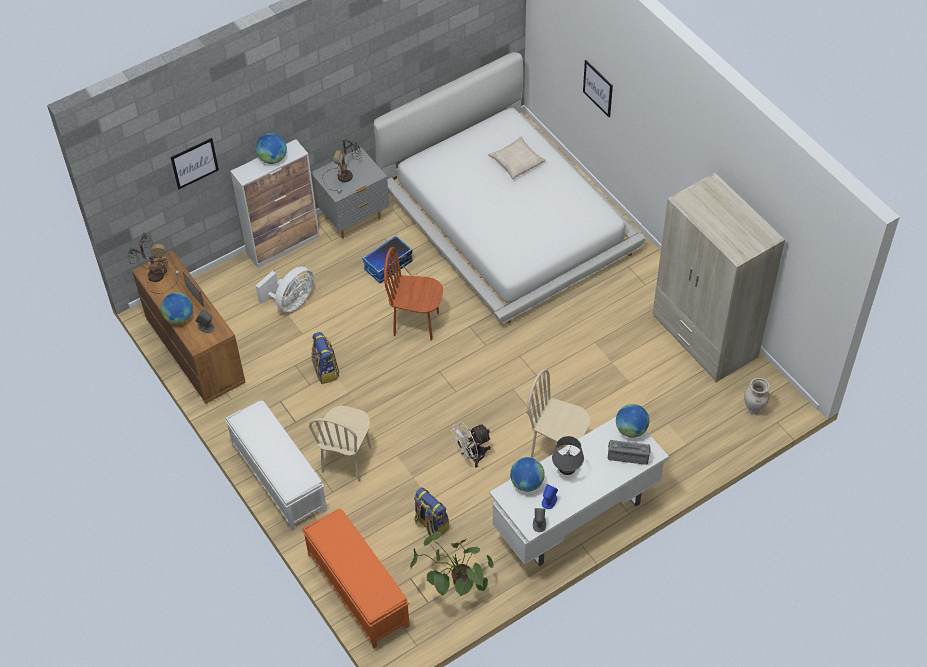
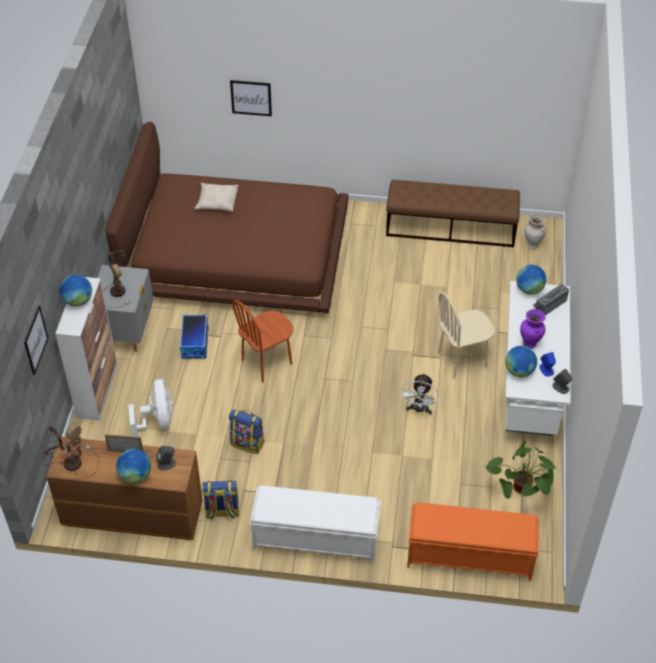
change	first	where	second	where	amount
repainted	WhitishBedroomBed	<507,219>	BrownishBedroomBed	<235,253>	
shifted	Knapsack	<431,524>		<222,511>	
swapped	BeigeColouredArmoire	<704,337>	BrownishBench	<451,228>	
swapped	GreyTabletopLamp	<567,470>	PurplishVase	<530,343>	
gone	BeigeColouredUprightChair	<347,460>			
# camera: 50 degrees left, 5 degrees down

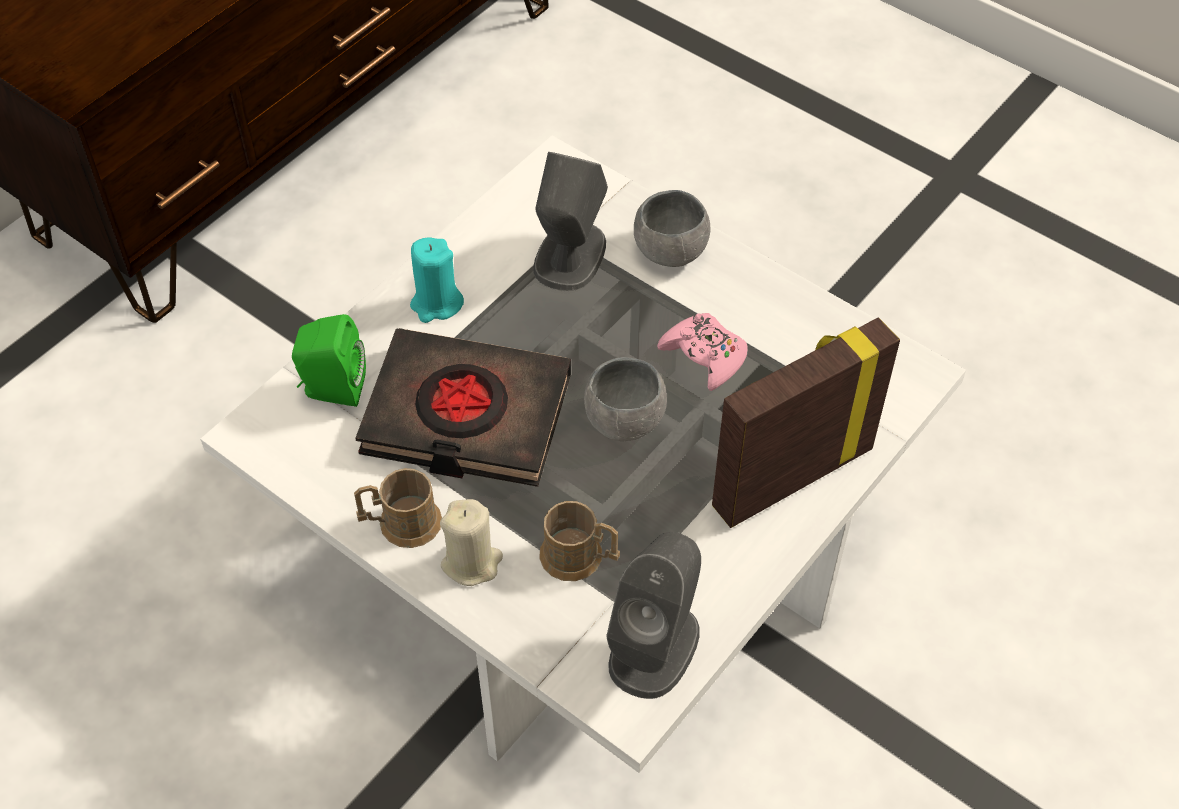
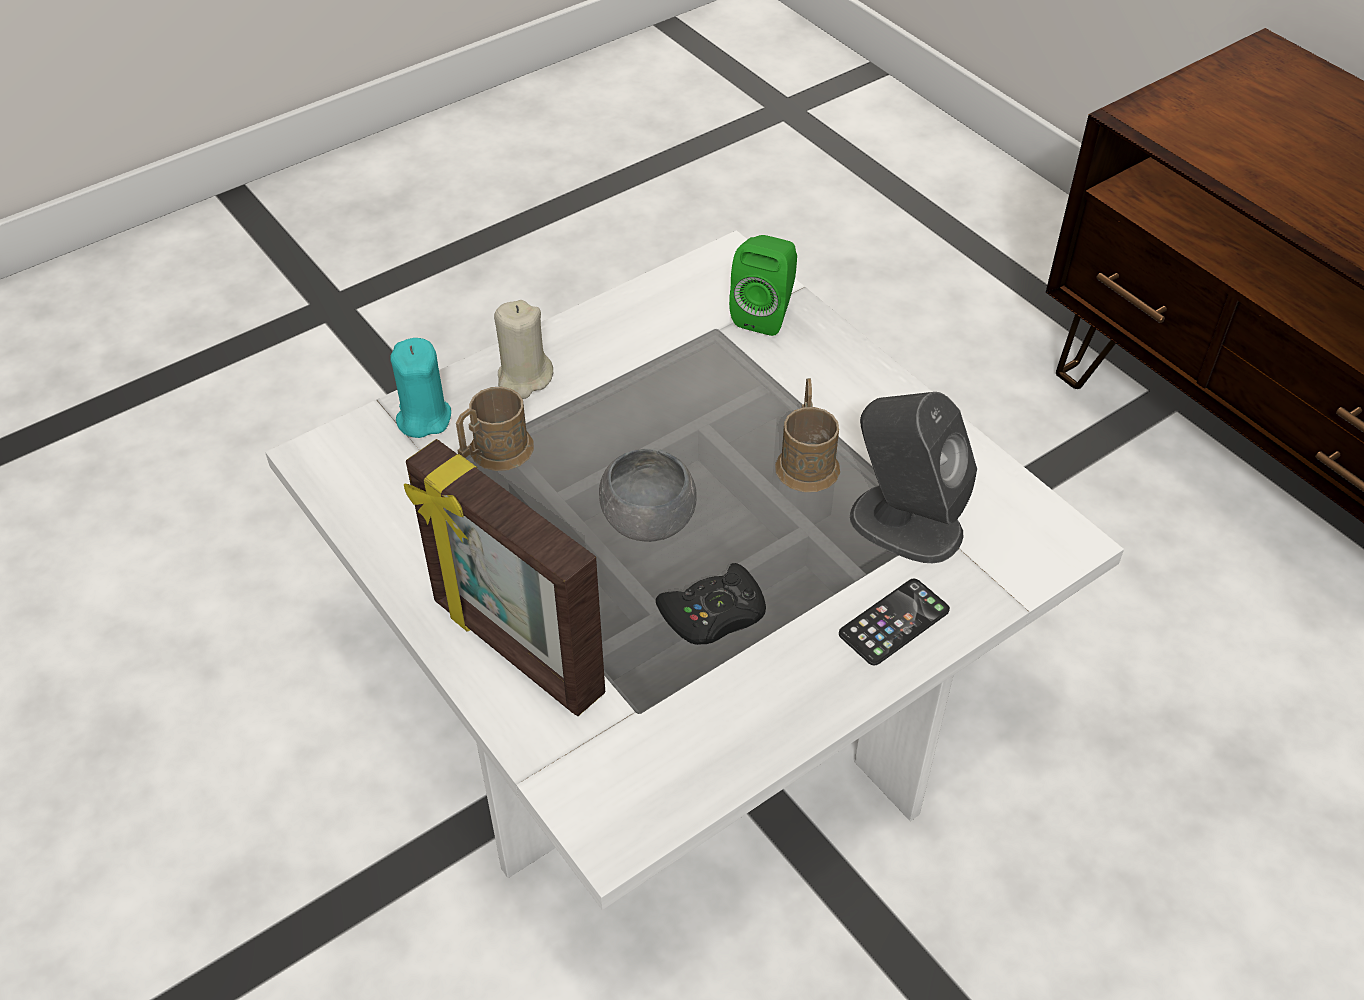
change	first	where	second	where	amount
shifted	BlueGreenCandle	<436,303>		<423,418>	
rotated	PictureFrame	<790,476>		<515,649>	150 degrees clockwise
repainted	PinkGamepad	<704,356>	BlackishGamepad	<714,614>	
shifted	BrownishCoffeeMug	<401,523>		<806,460>	
swapped	GreyDeepDish	<670,250>	Telephone	<894,622>	
gone	BlackishVolume	<466,416>			
gone	GreyAudioSpeaker	<654,646>			
# camera: 105 degrees right, 5 degrees down

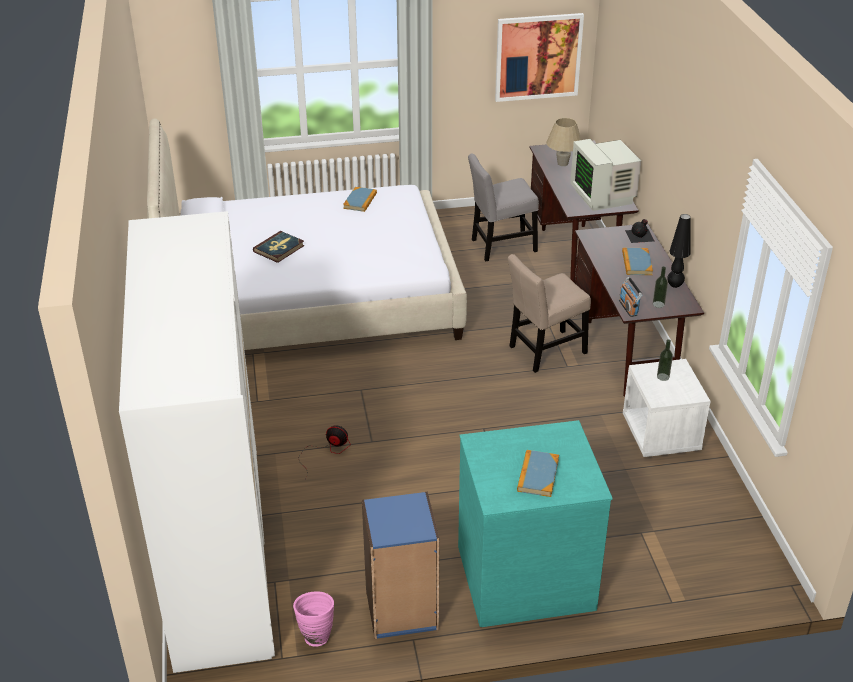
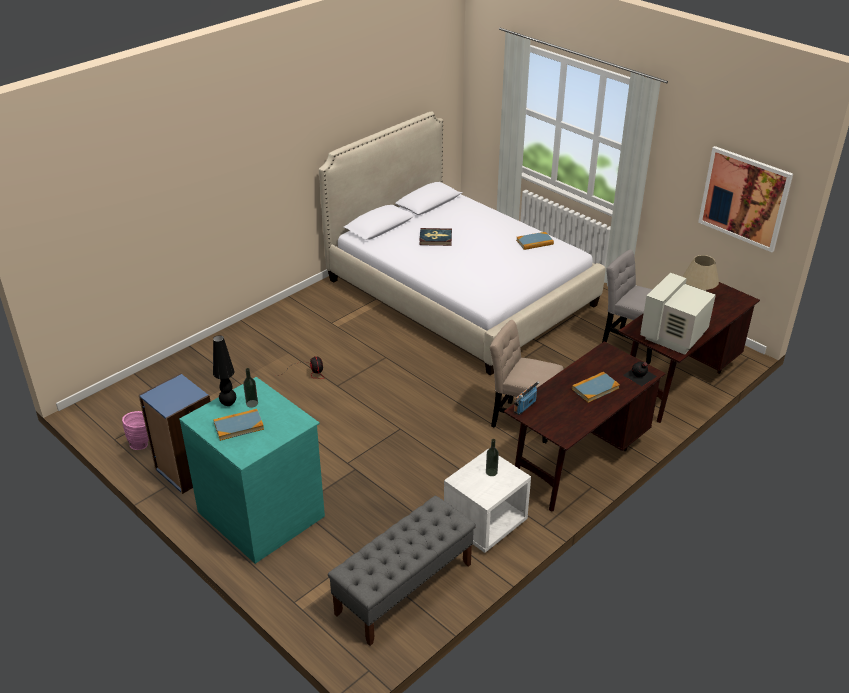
change	first	where	second	where	amount
shifted	BlackishTabletopLamp	<675,285>		<228,403>	
shifted	DrinkBottle	<658,304>		<252,403>	
new			GreyBench	<404,589>	
gone	WhitishArmoire	<219,552>			
# camera: 55 degrees right, 0 degrees up

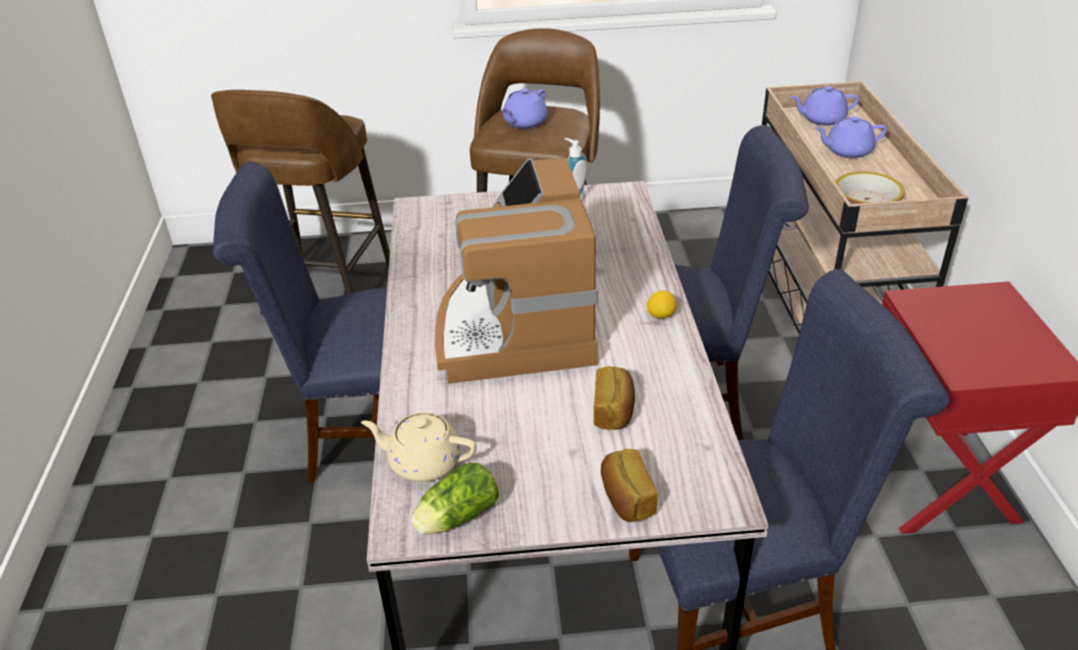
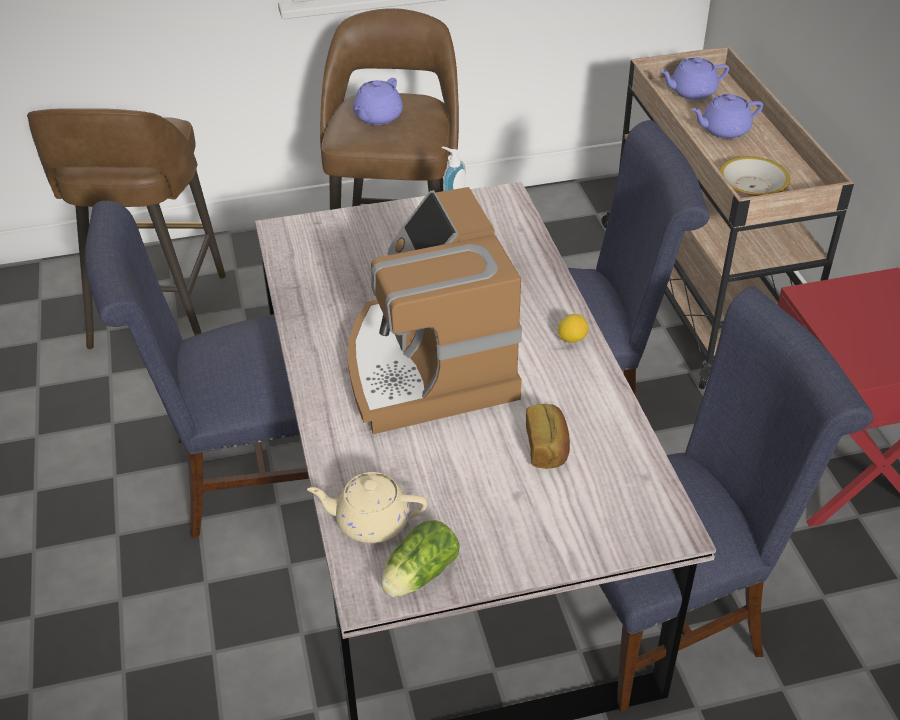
change	first	where	second	where	amount
gone	BakedBread	<626,498>			
# camera: 10 degrees left, 5 degrees up

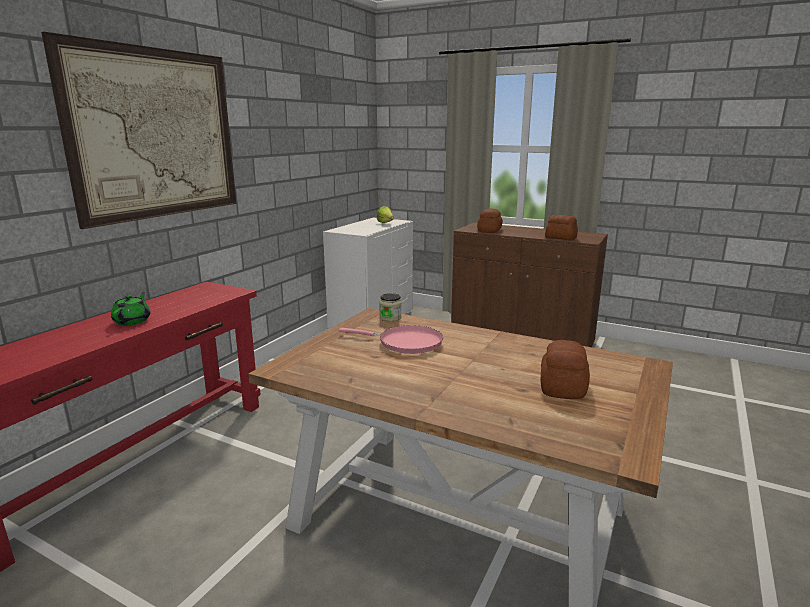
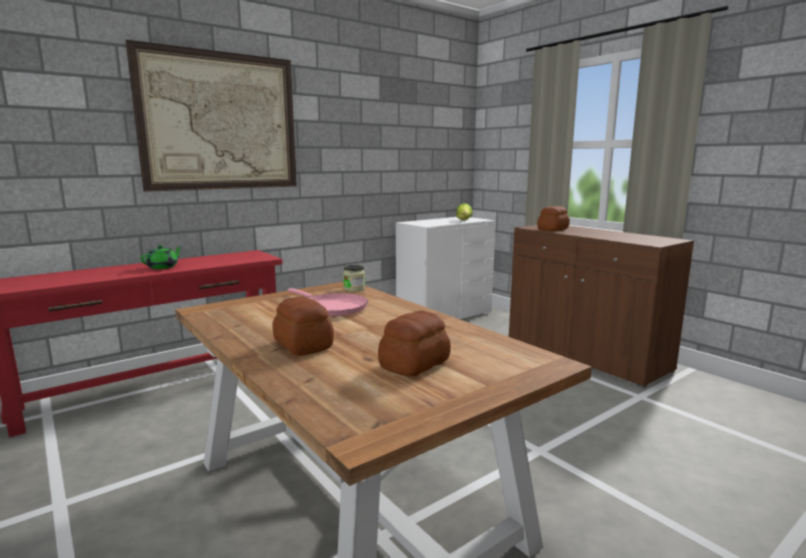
change	first	where	second	where	amount
shifted	BakedBread	<560,238>		<303,345>	
# camera: 25 degrees right, 5 degrees down

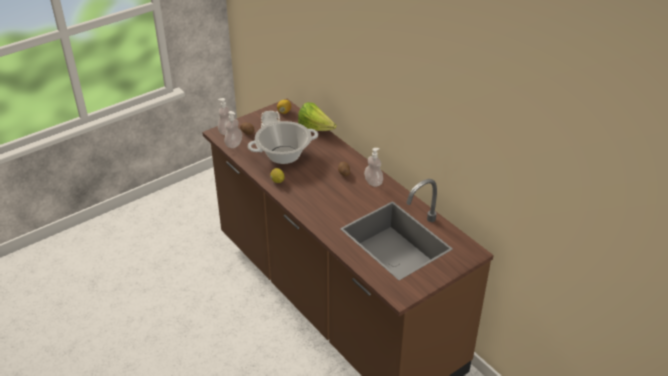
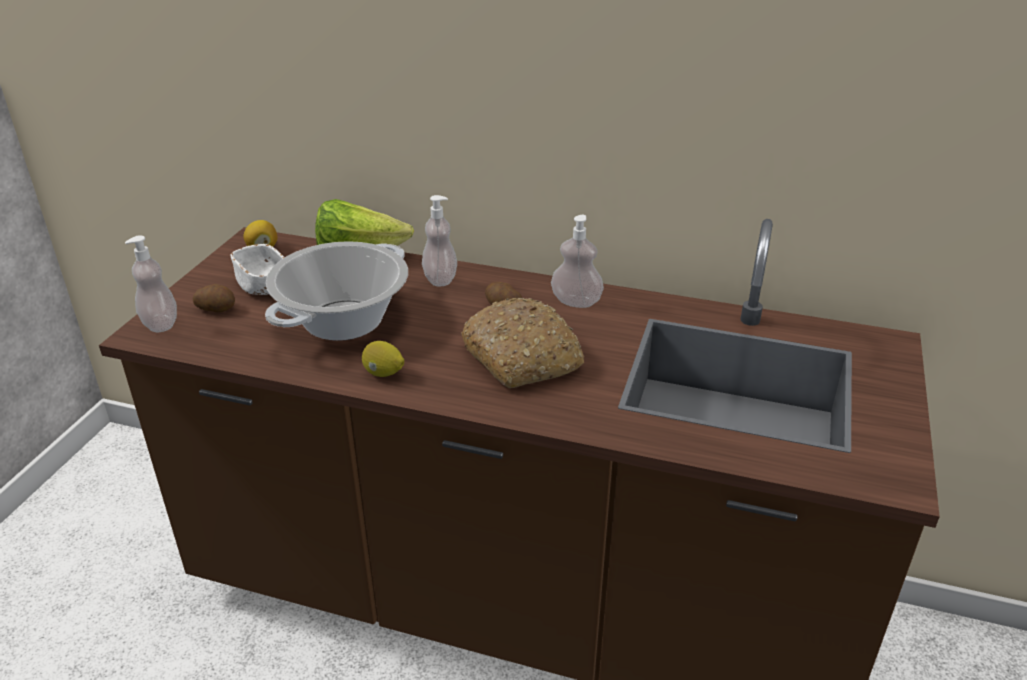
change	first	where	second	where	amount
shifted	SoapBottle	<234,144>		<440,279>	
new			BakedBread	<523,357>	
# camera: 35 degrees left, 5 degrees down

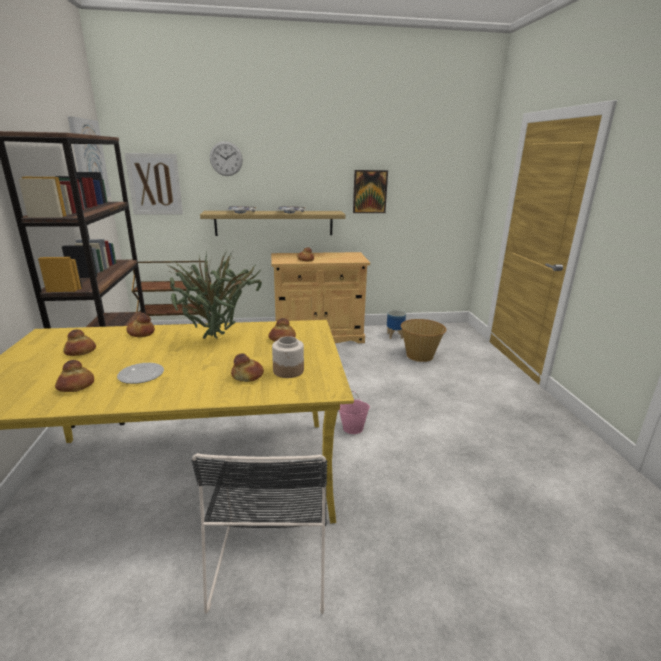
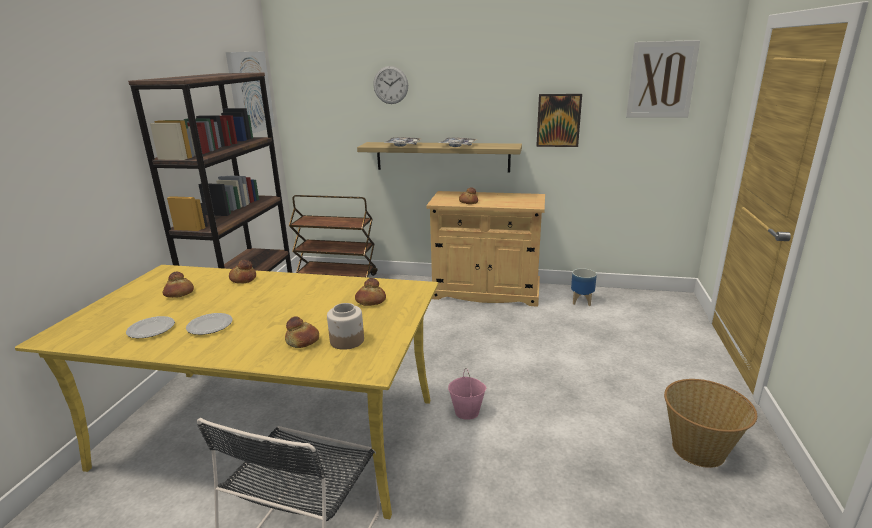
change	first	where	second	where	amount
swapped	BakedBread	<76,386>	Plate	<151,329>	
shifted	WallArt	<155,184>		<661,80>	
shifted	StorageBasket	<420,355>		<699,449>	
gone	PottedPlant	<217,340>			
# camera: 20 degrees right, 0 degrees up

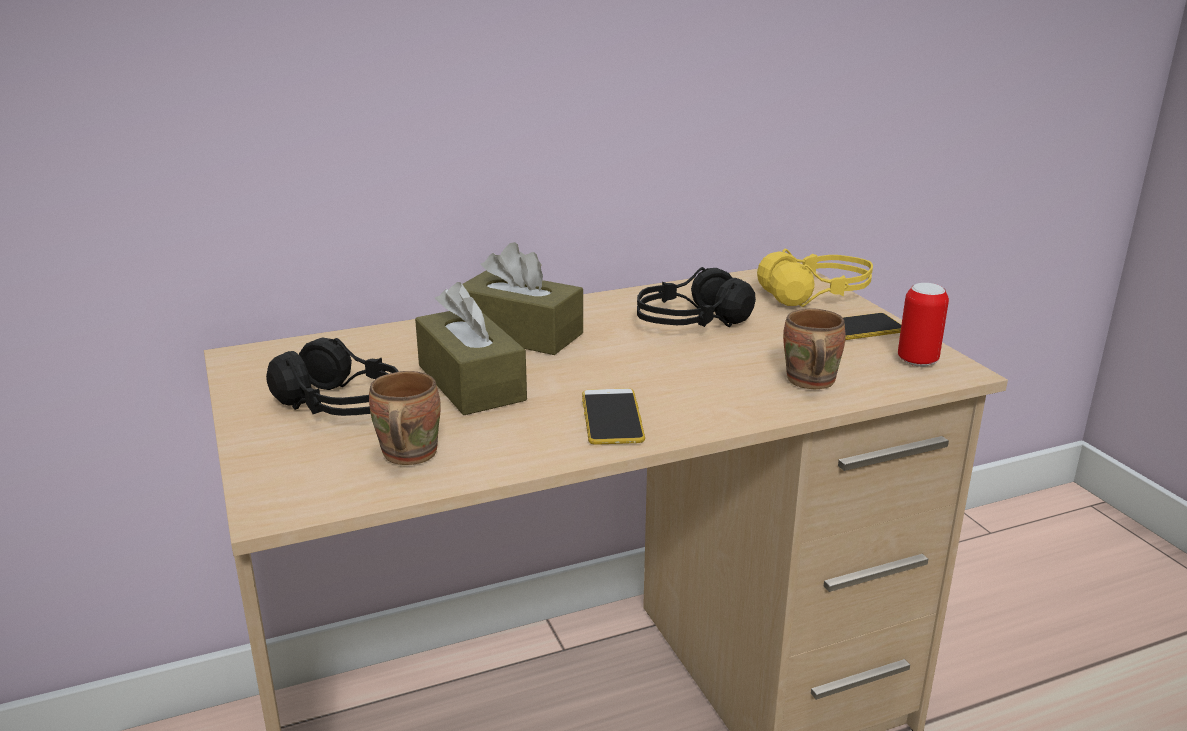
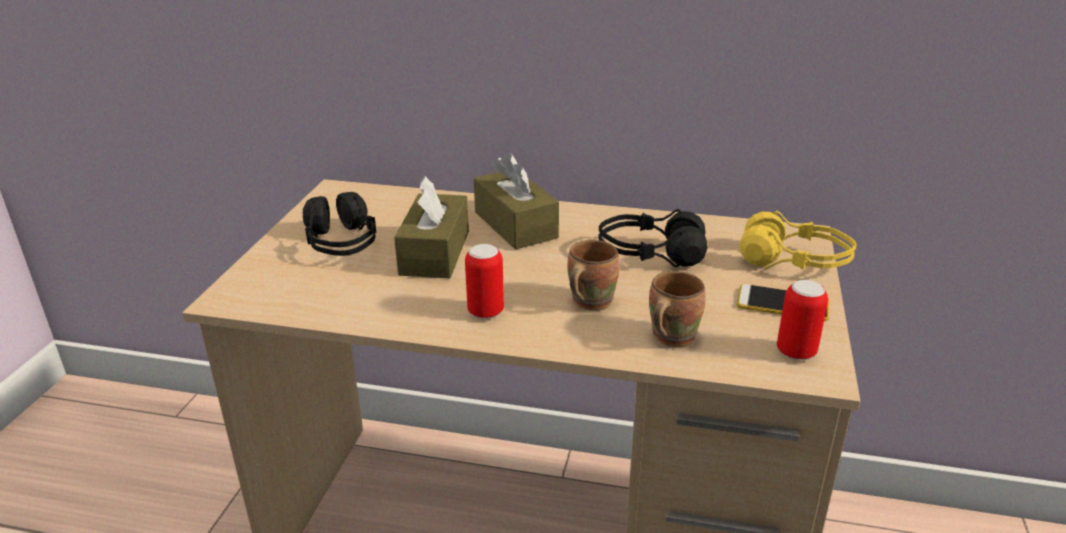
change	first	where	second	where	amount
swapped	Telephone	<612,417>	MetalCan	<485,312>	
shifted	BrownishCoffeeMug	<405,455>		<588,301>	
# camera: 35 degrees right, 5 degrees up

